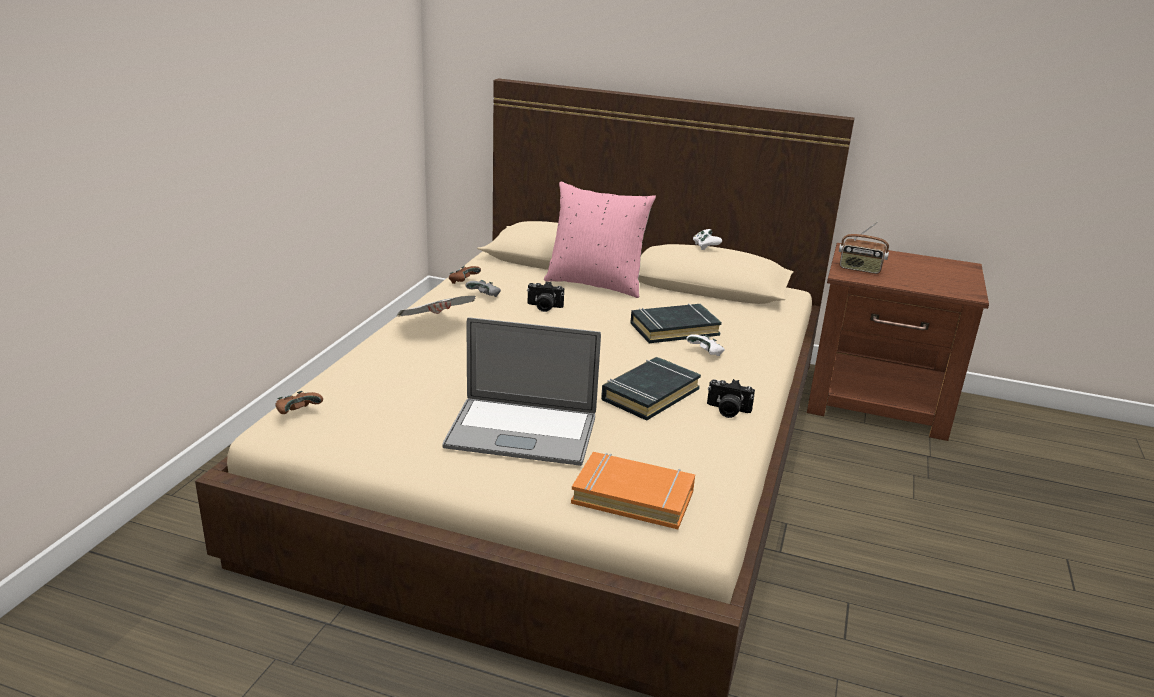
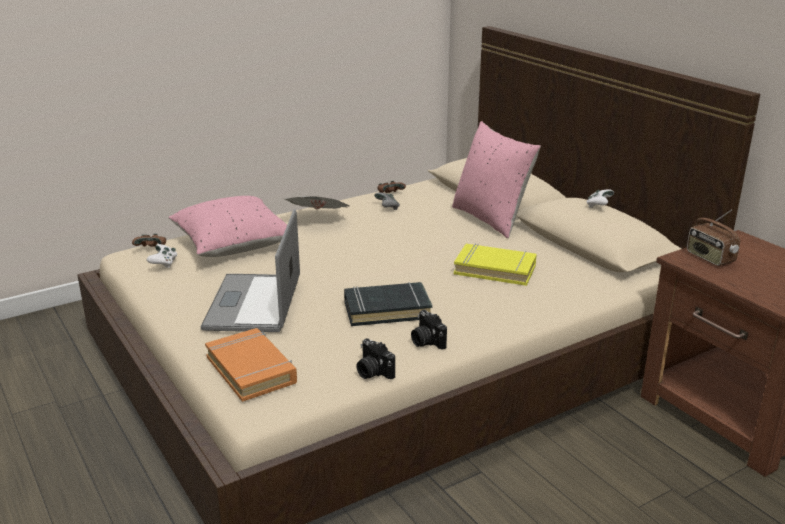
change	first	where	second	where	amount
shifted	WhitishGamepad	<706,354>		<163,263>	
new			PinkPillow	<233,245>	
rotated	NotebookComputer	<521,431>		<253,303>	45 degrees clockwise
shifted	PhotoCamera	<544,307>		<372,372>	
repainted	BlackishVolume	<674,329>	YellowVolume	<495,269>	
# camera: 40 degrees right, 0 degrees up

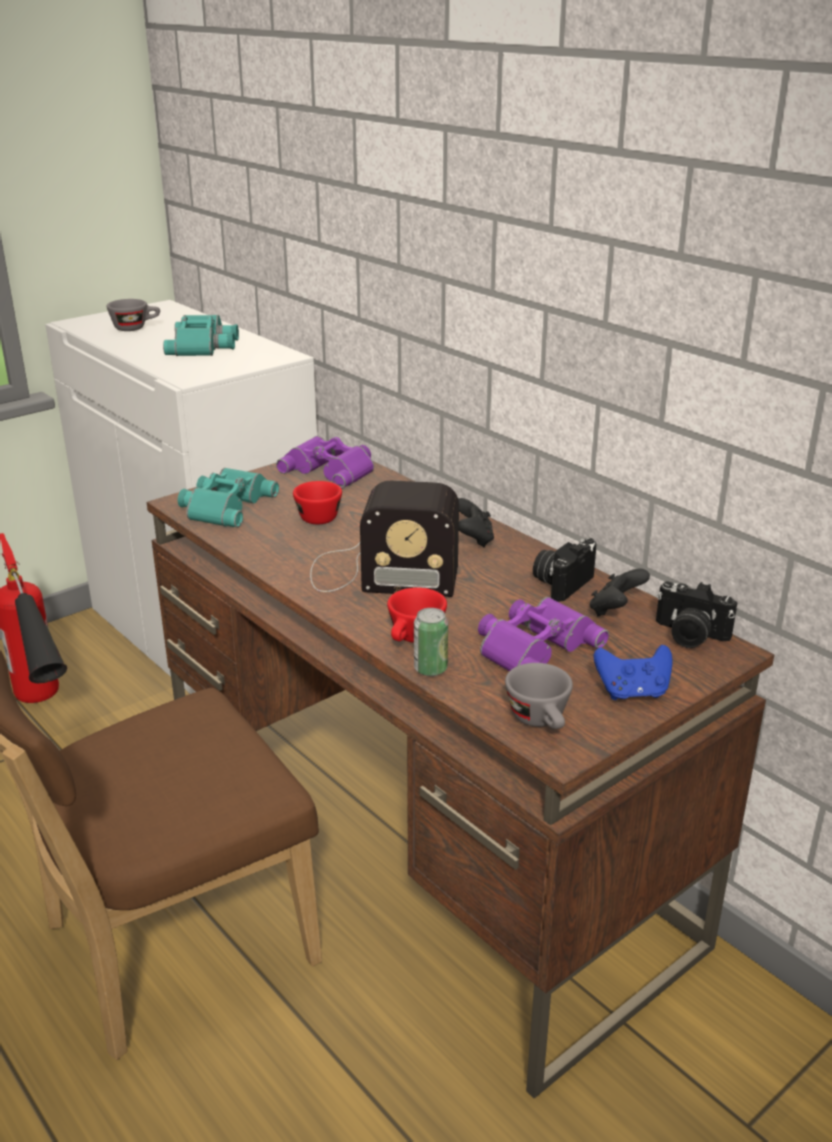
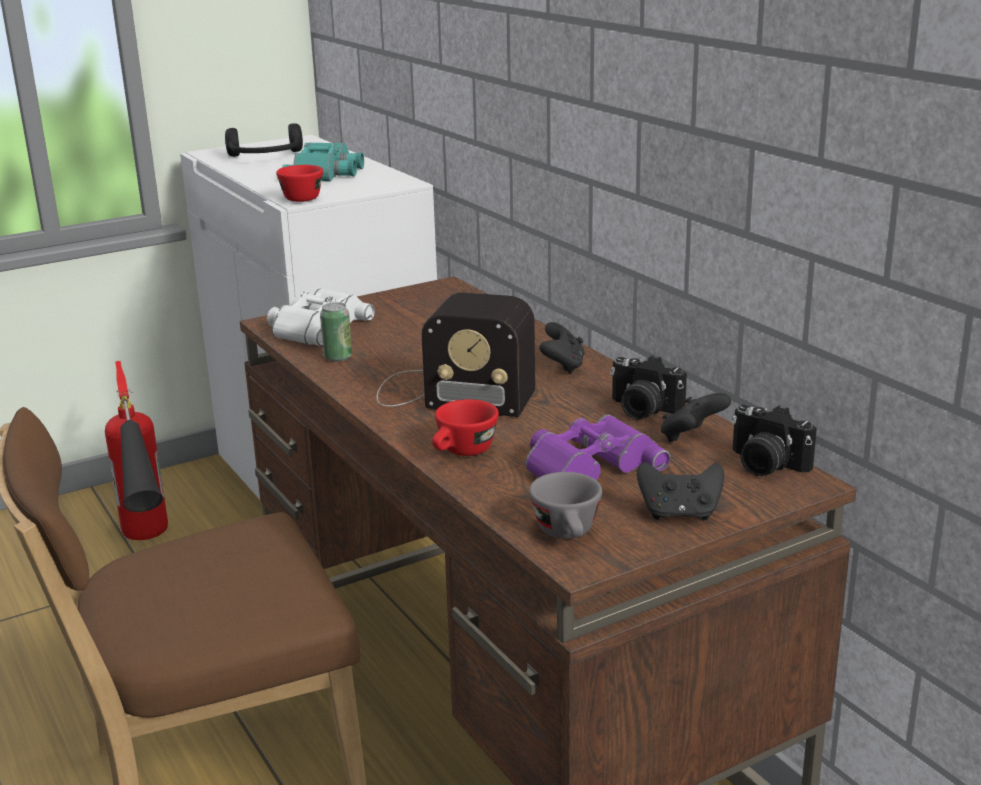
change	first	where	second	where	amount
swapped	GreyDrinkingCup	<135,328>	BlackishHeadset	<266,157>	
repainted	BlueGreenPairOfBinoculars	<225,505>	WhitishPairOfBinoculars	<316,326>	
shifted	RedDrinkingCup	<317,516>		<302,197>	
shifted	MetalCan	<430,669>		<338,357>	
rotated	PhotoCamera	<561,583>		<642,410>	105 degrees counterclockwise
repainted	BlueGamepad	<632,692>	BlackishGamepad	<679,514>	
gone	PurplishPairOfBinoculars	<332,469>			
# camera: 10 degrees right, 5 degrees down

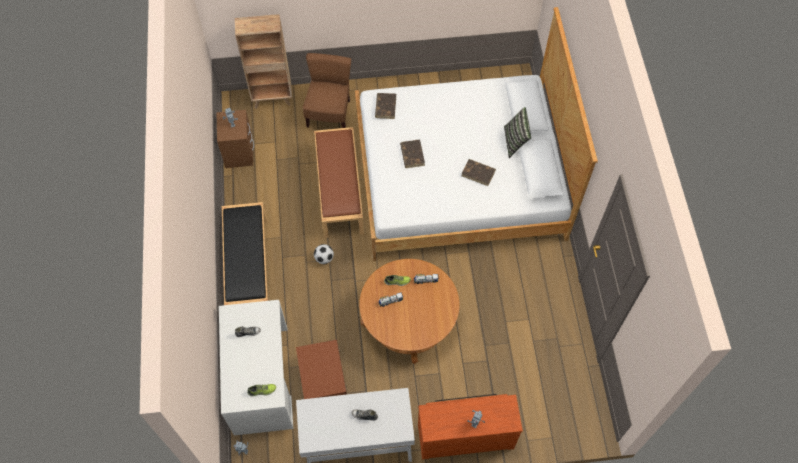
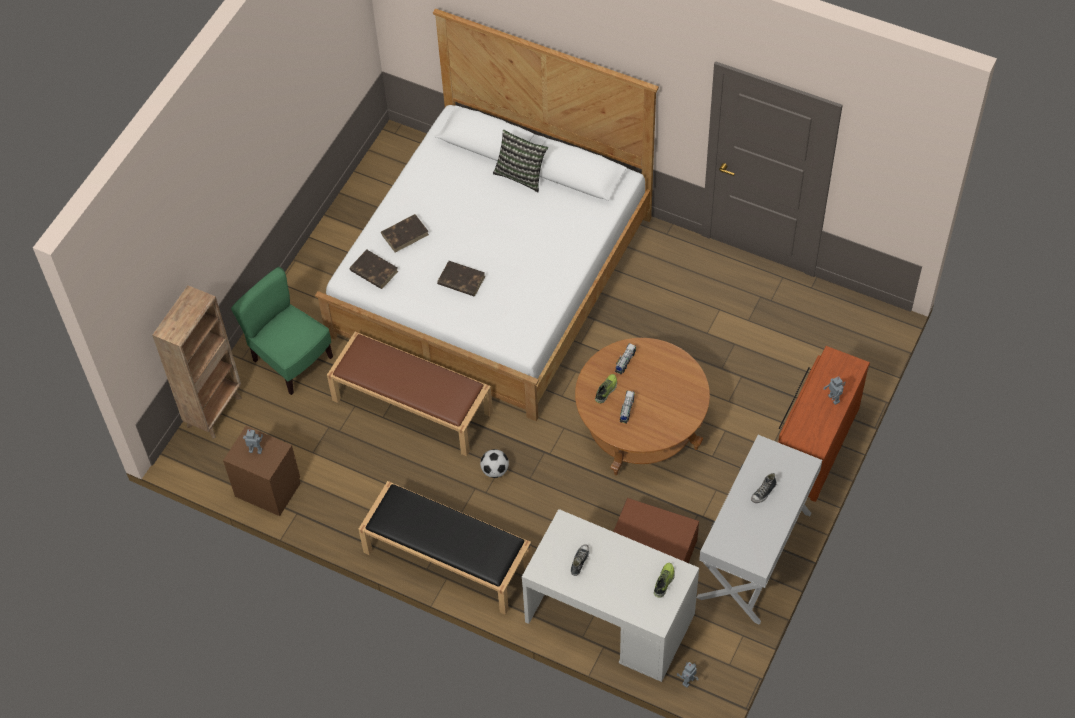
change	first	where	second	where	amount
repainted	BrownishUprightChair	<329,114>	GreenUprightChair	<291,360>	
shifted	BrownishVolume	<478,173>		<405,234>	
# camera: 55 degrees left, 5 degrees down

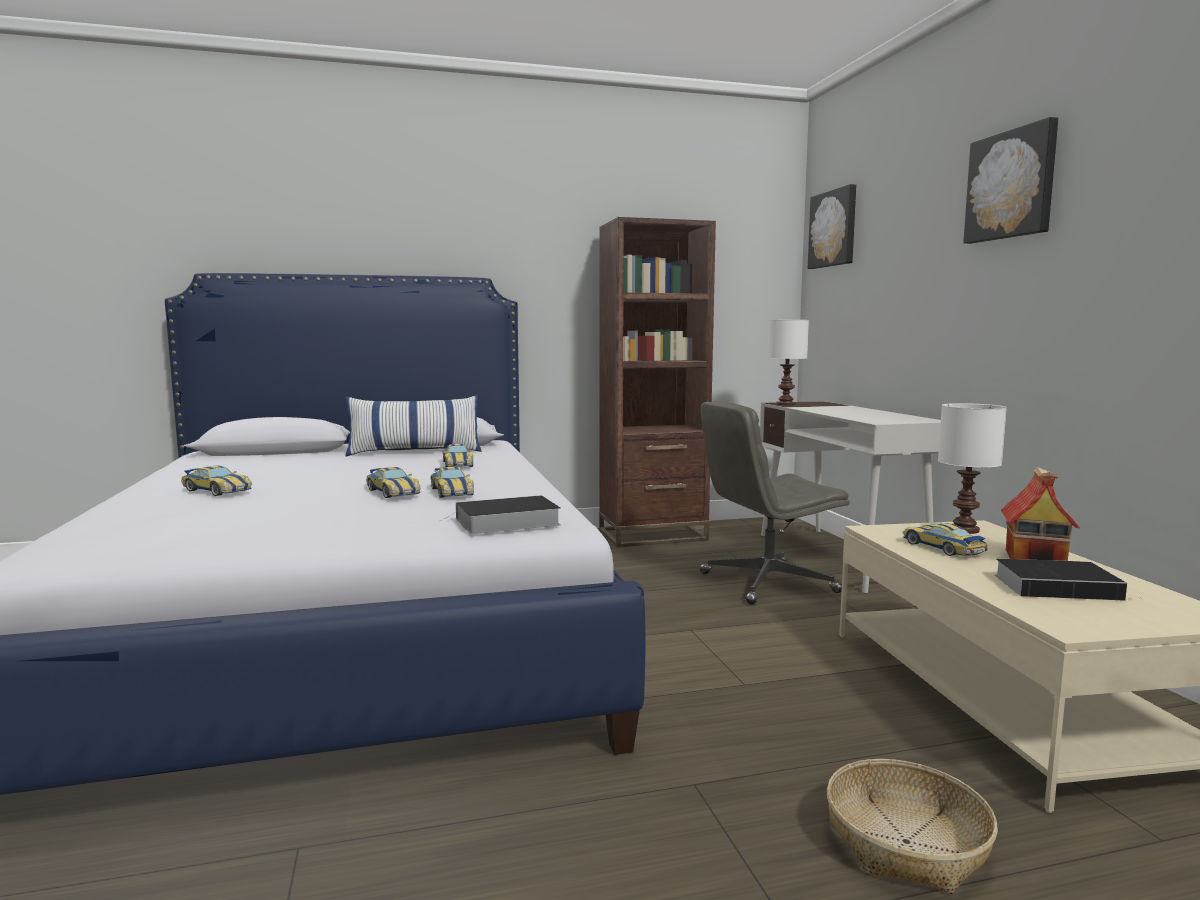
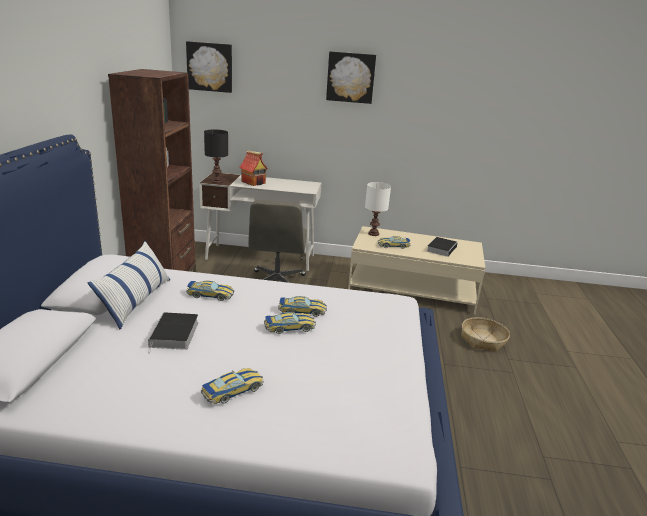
change	first	where	second	where	amount
shifted	Volume	<504,522>		<174,335>	
repainted	WhitishTabletopLamp	<786,404>	BlackishTabletopLamp	<217,181>	
shifted	ToyHouse	<1036,559>		<254,182>	
# camera: 70 degrees left, 15 degrees up

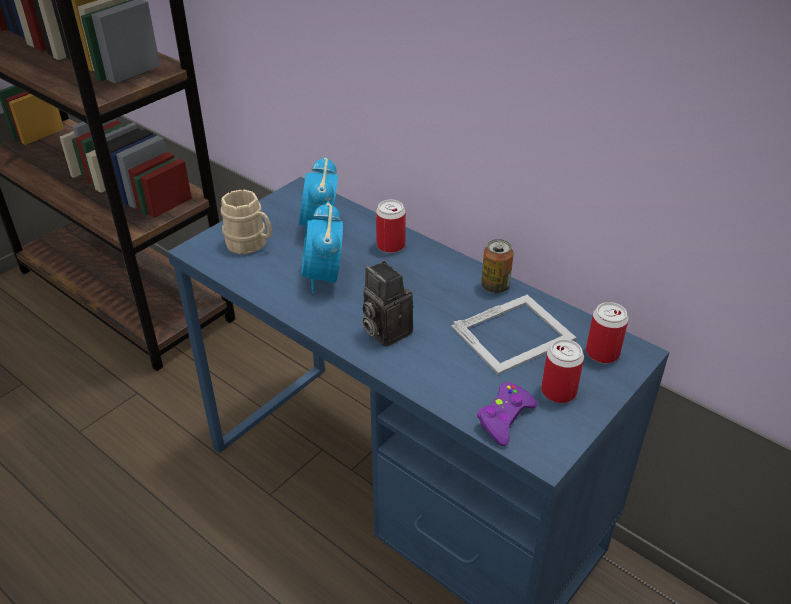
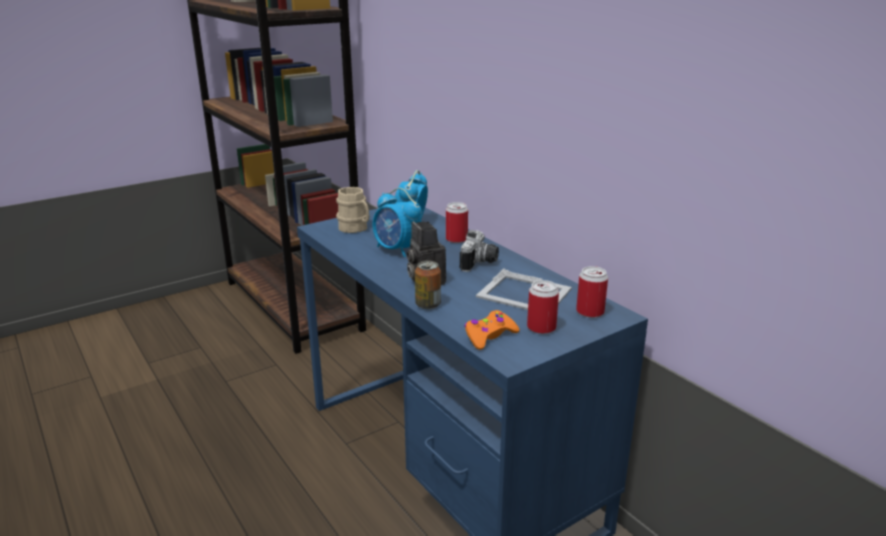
change	first	where	second	where	amount
rotated	TableClock	<323,278>		<397,250>	60 degrees counterclockwise
shifted	MetalCan	<495,286>		<428,305>	
new			PhotoCamera	<480,263>	
repainted	PurplishGamepad	<504,418>	OrangeGamepad	<489,336>	
rotated	PictureFrame	<515,333>		<525,293>	45 degrees clockwise
# camera: 15 degrees right, 15 degrees down

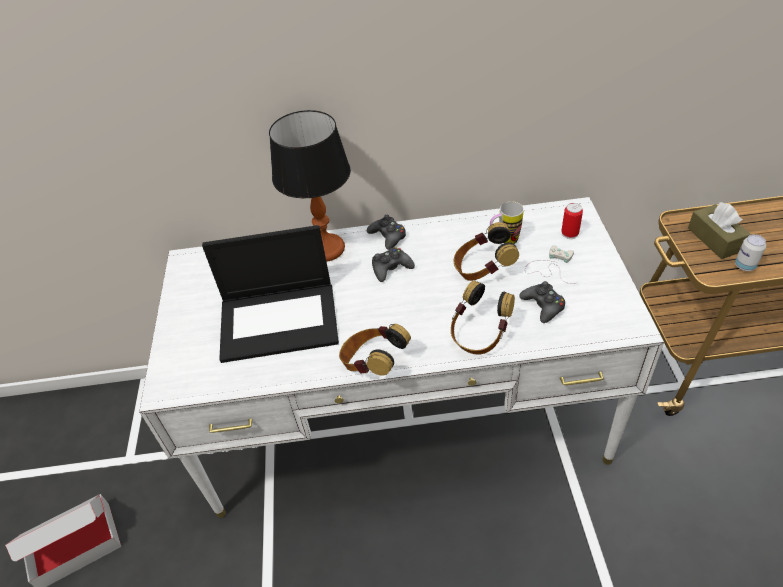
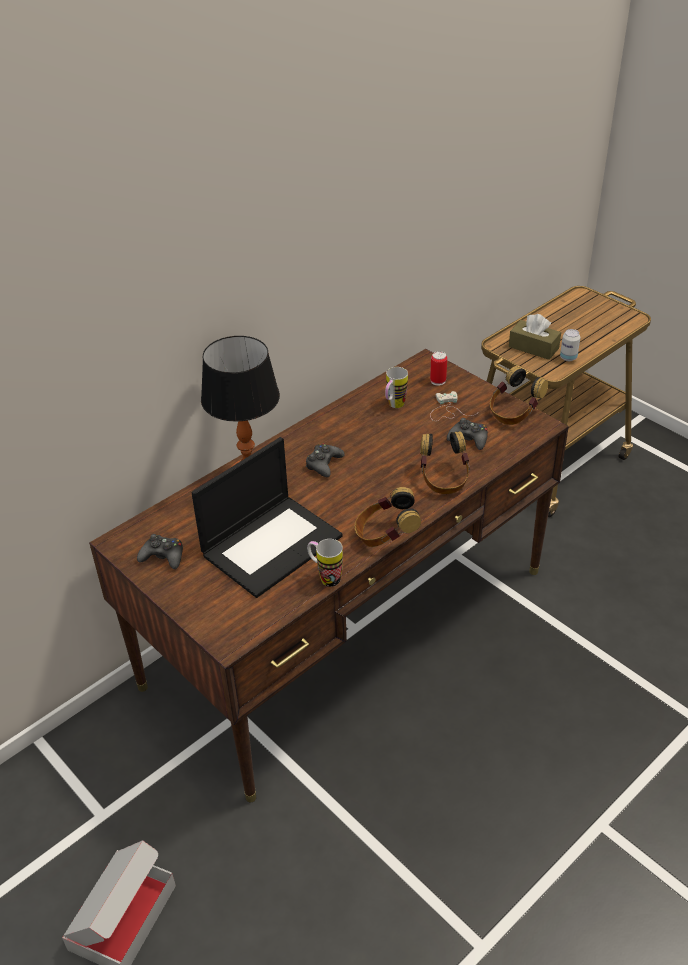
change	first	where	second	where	amount
repainted	WhitishDeskUnit	<405,417>	BrownishDeskUnit	<347,627>	
shifted	BlackishGamepad	<388,236>		<163,556>	
new			CoffeeMug	<325,577>	
shifted	Headset	<483,269>		<514,413>	
# camera: 40 degrees left, 5 degrees down

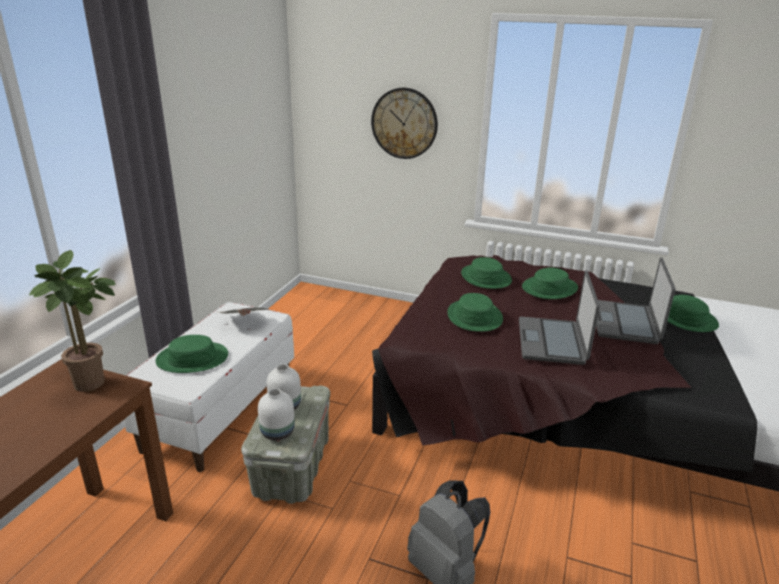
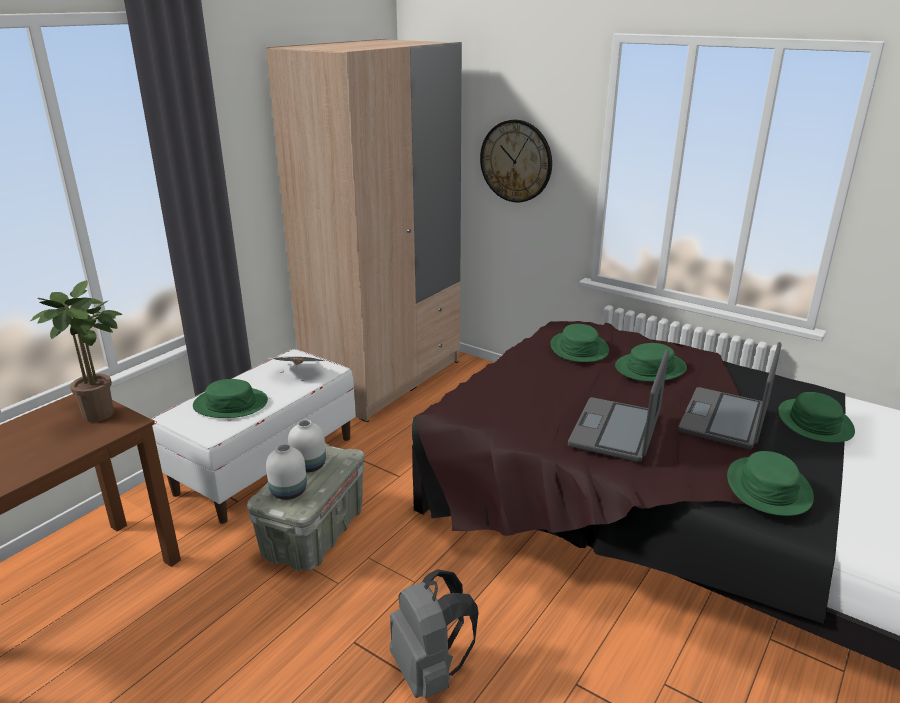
change	first	where	second	where	amount
new			BeigeColouredArmoire	<384,378>	
shifted	GreenClothingHat	<474,317>		<768,487>	
# camera: 15 degrees right, 0 degrees up

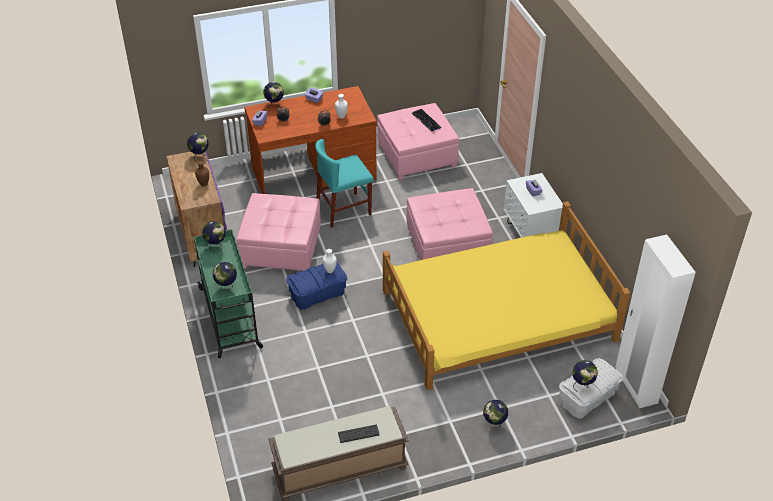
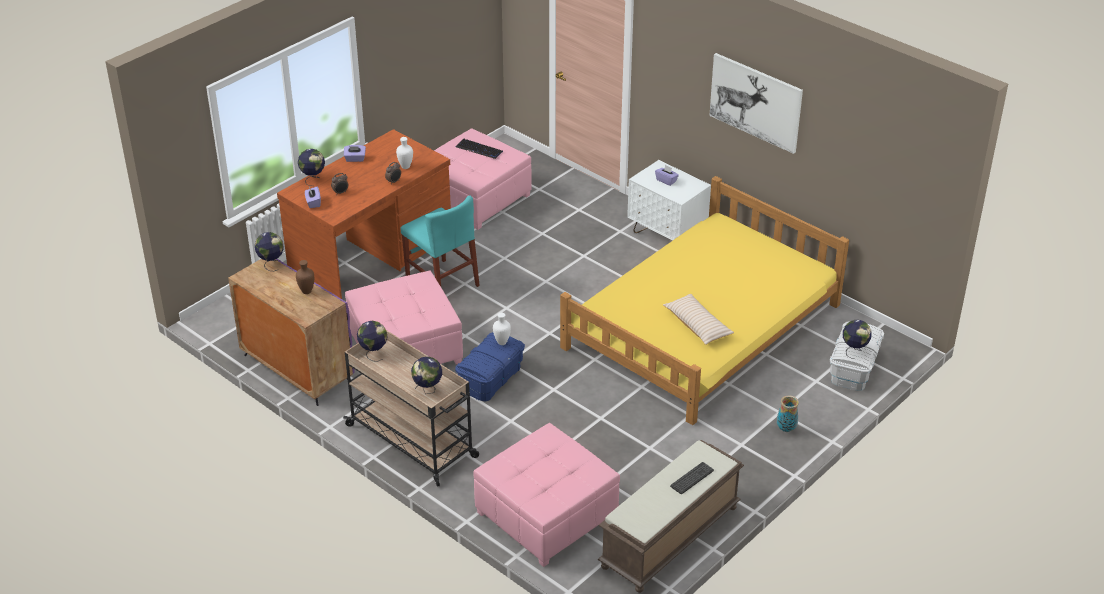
change	first	where	second	where	amount
repainted	GreenTrolley	<230,318>	BeigeColouredTrolley	<413,442>	
rotated	BlueGreenUprightChair	<344,209>		<442,282>	75 degrees counterclockwise
shifted	PinkFootrest	<447,245>		<546,515>	
new			BeigeColouredPillow	<697,325>	
new			WallArt	<755,102>	
swapped	WorldGlobe	<494,424>	Vase	<786,429>	
gone	WhitishArmoire	<635,386>			
# camera: 30 degrees left, 5 degrees down

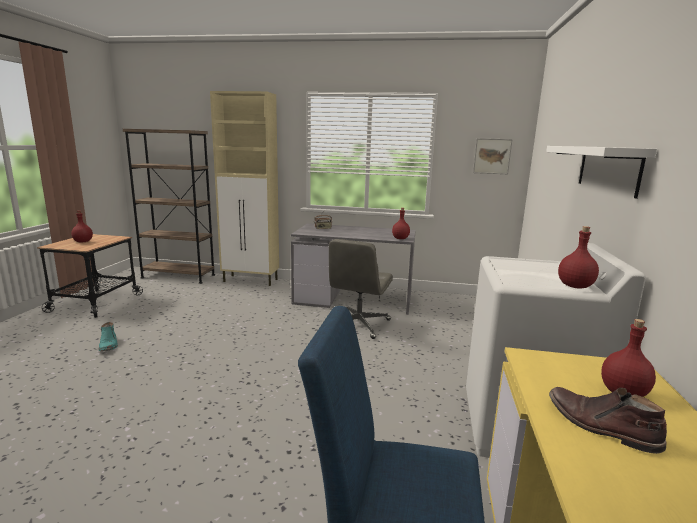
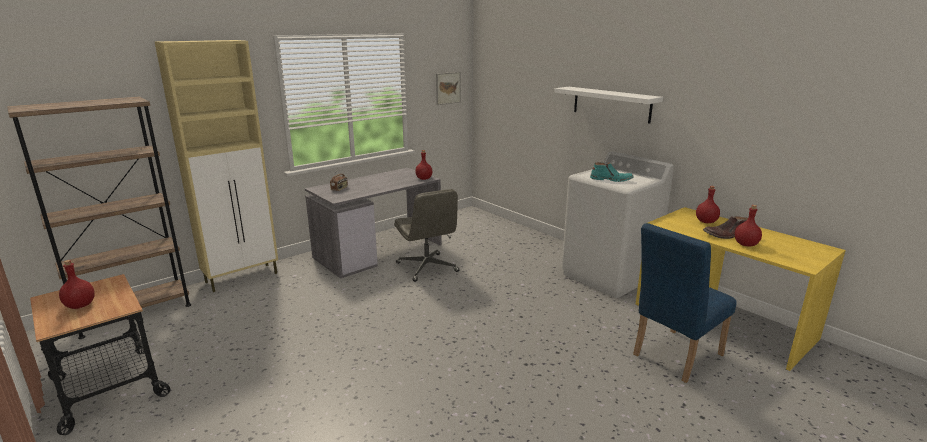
change	first	where	second	where	amount
shifted	BlueGreenTallBoot	<109,345>		<611,179>	
shifted	RedDrinkBottle	<575,286>		<746,244>	
# camera: 50 degrees left, 5 degrees up

